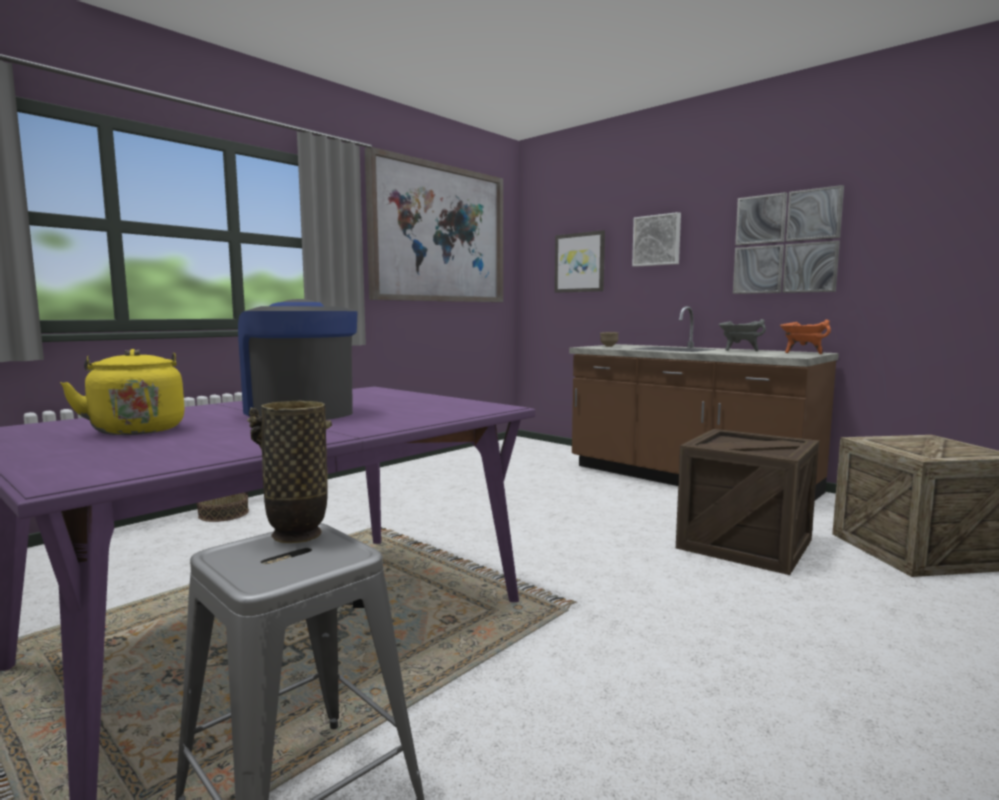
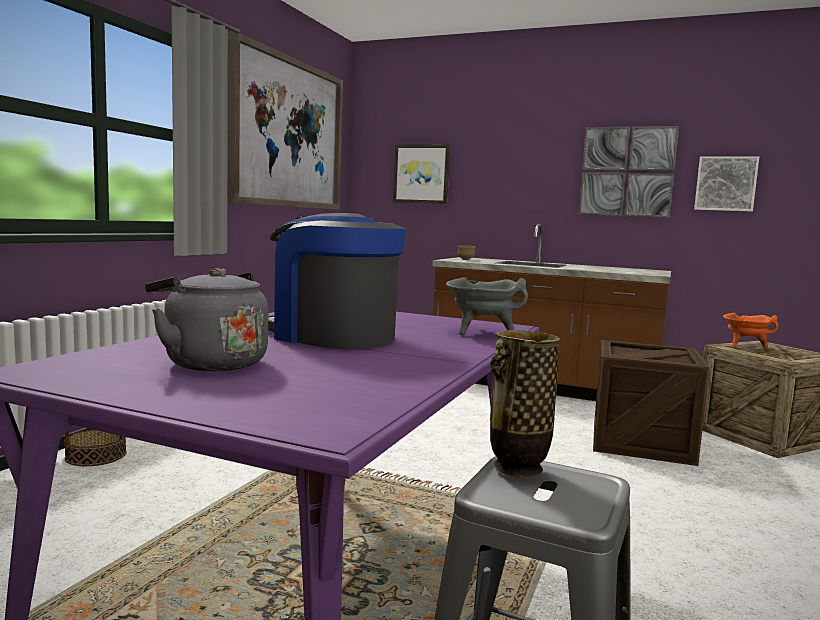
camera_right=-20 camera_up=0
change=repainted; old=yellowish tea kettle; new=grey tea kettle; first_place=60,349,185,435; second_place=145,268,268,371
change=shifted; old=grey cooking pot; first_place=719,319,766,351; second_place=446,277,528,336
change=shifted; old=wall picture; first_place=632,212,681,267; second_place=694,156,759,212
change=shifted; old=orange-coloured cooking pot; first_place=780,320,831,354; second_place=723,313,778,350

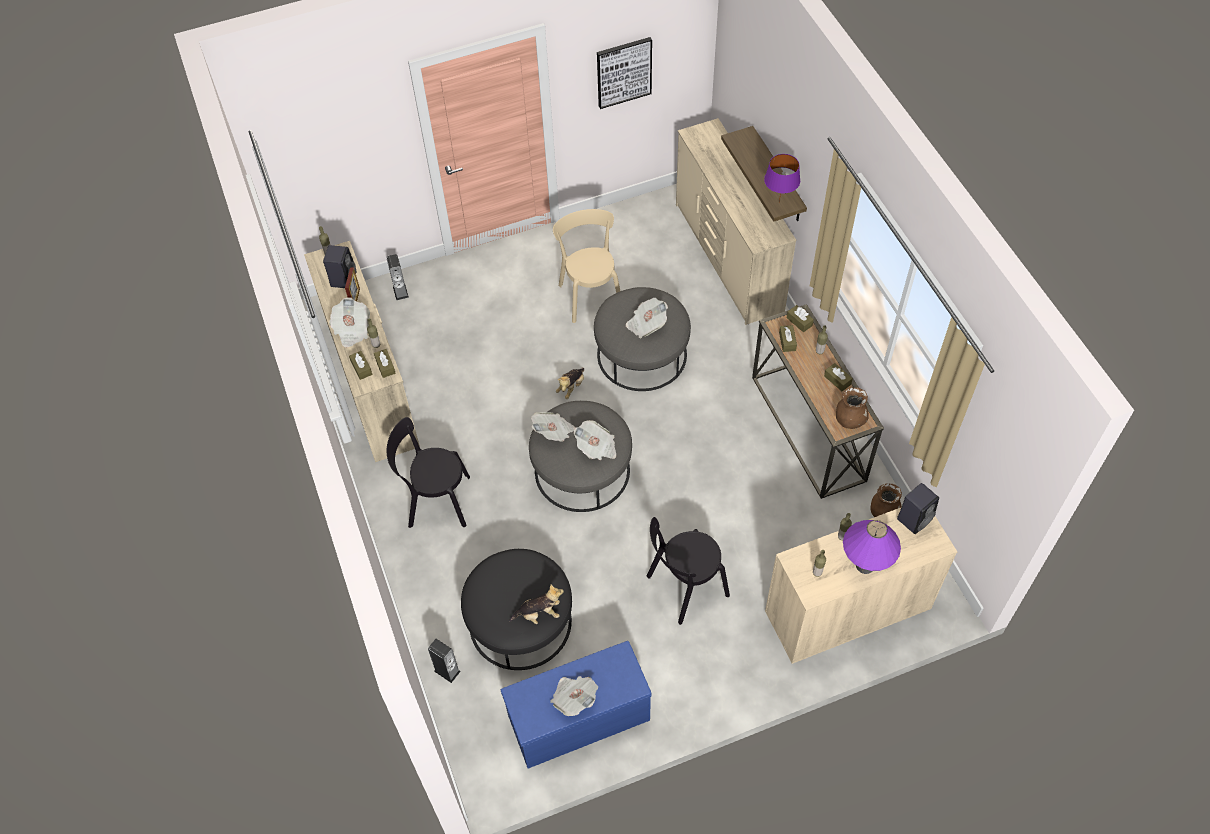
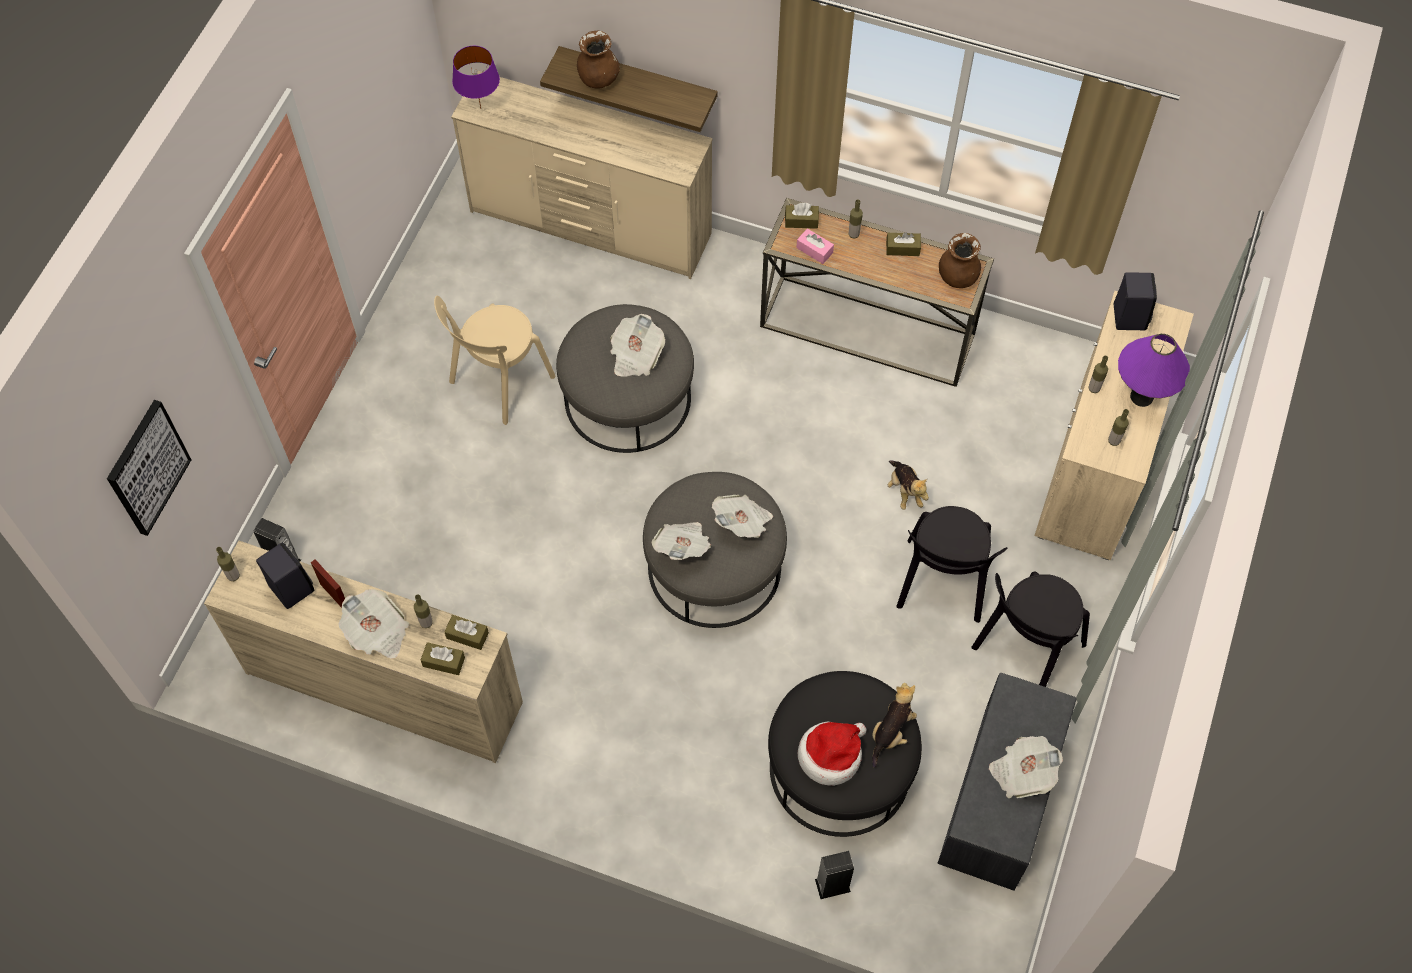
camera_right=-50 camera_up=5
change=shifted; old=wall picture; first_place=597,37,652,109; second_place=107,400,191,536
change=rotated; old=beige-coloured upright chair; first_place=553,209,620,323; second_place=434,296,555,425; degrees=-75
change=shifted; old=purple-coloured table lamp; first_place=764,154,800,203; second_place=452,46,500,109
change=shifted; old=brownish vase; first_place=870,483,902,517; second_place=577,31,620,89
change=repainted; old=brownish box of tissues; new=pink-coloured box of tissues; first_place=779,325,797,352; second_place=796,228,834,264
change=new; new=hat; second_place=798,722,867,786
change=shifted; old=soft toy; first_place=556,367,584,399; second_place=888,460,929,510
change=repainted; old=blue long seat; new=grey long seat; first_place=501,641,652,769; second_place=937,673,1077,891
change=shifted; old=black upright chair; first_place=387,417,470,528; second_place=971,571,1090,687

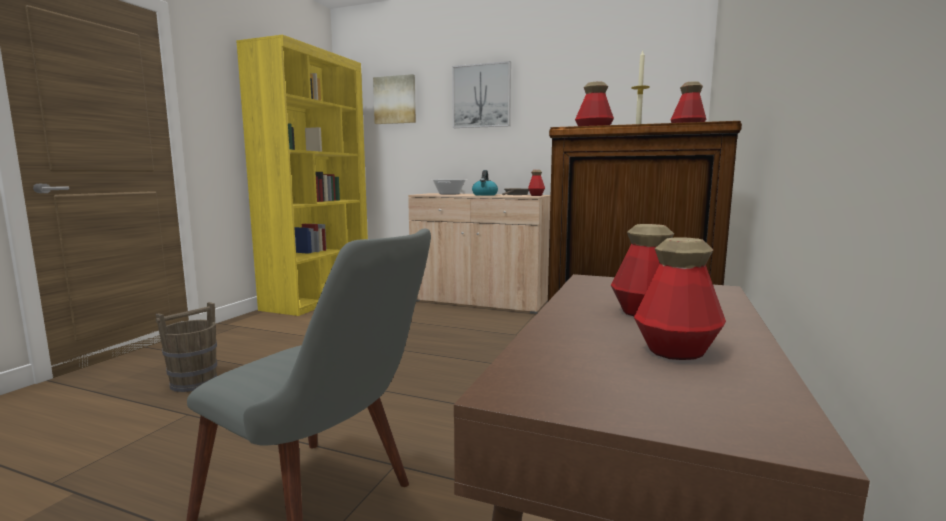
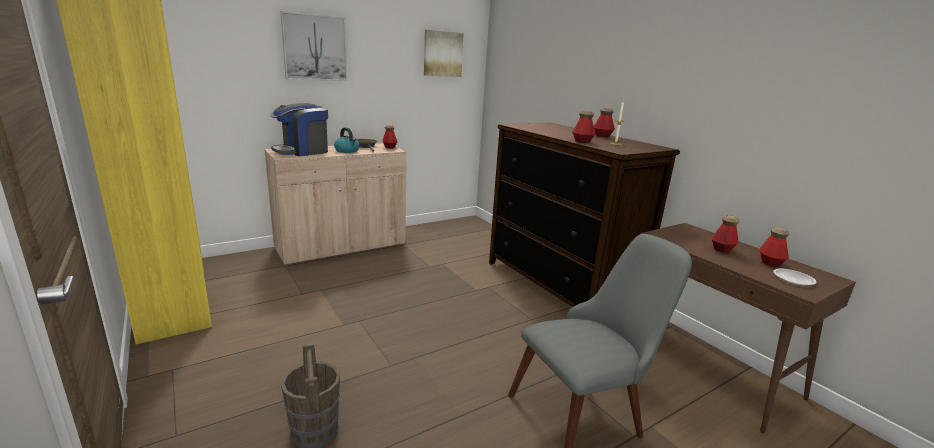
camera_right=-55 camera_up=10
change=swapped; old=cooking pot; new=coffee maker; first_place=431,179,468,195; second_place=270,103,328,156
change=shifted; old=wall picture; first_place=373,74,416,124; second_place=424,30,464,77
change=new; new=white-coloured plate; second_place=774,268,816,286

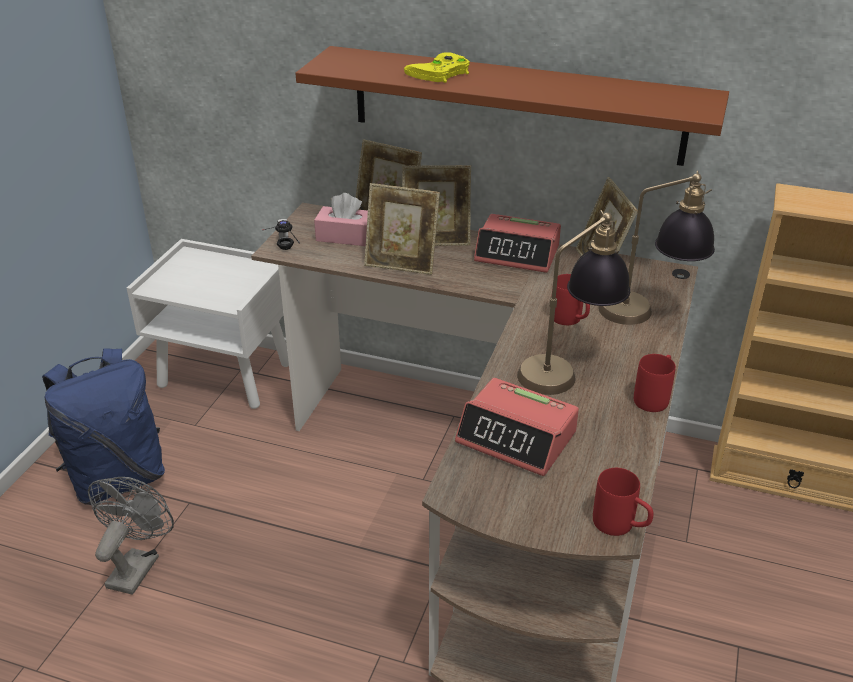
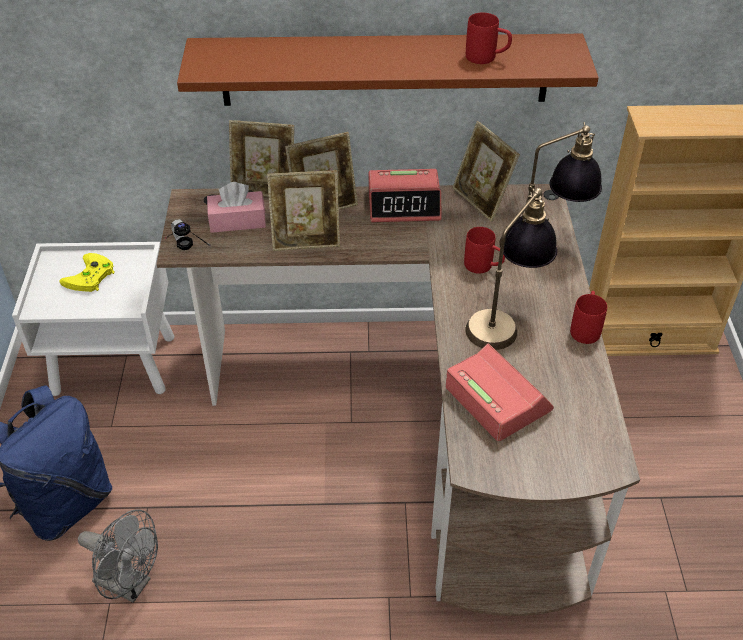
camera_right=-20 camera_up=10
change=shifted; old=yellowish joypad; first_place=404,52,470,83; second_place=59,253,115,292
change=rotated; old=grey cooling fan; first_place=88,477,174,595; second_place=78,510,158,603; degrees=120
change=rotated; old=alarm clock; first_place=455,378,579,476; second_place=446,343,554,441; degrees=-135
change=shifted; old=red-coloured tea mug; first_place=593,468,654,536; second_place=466,13,512,64

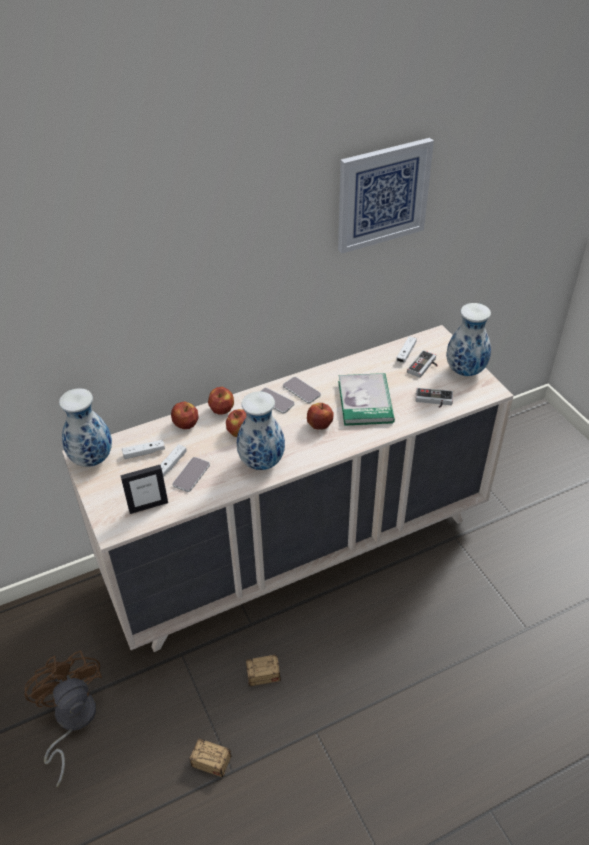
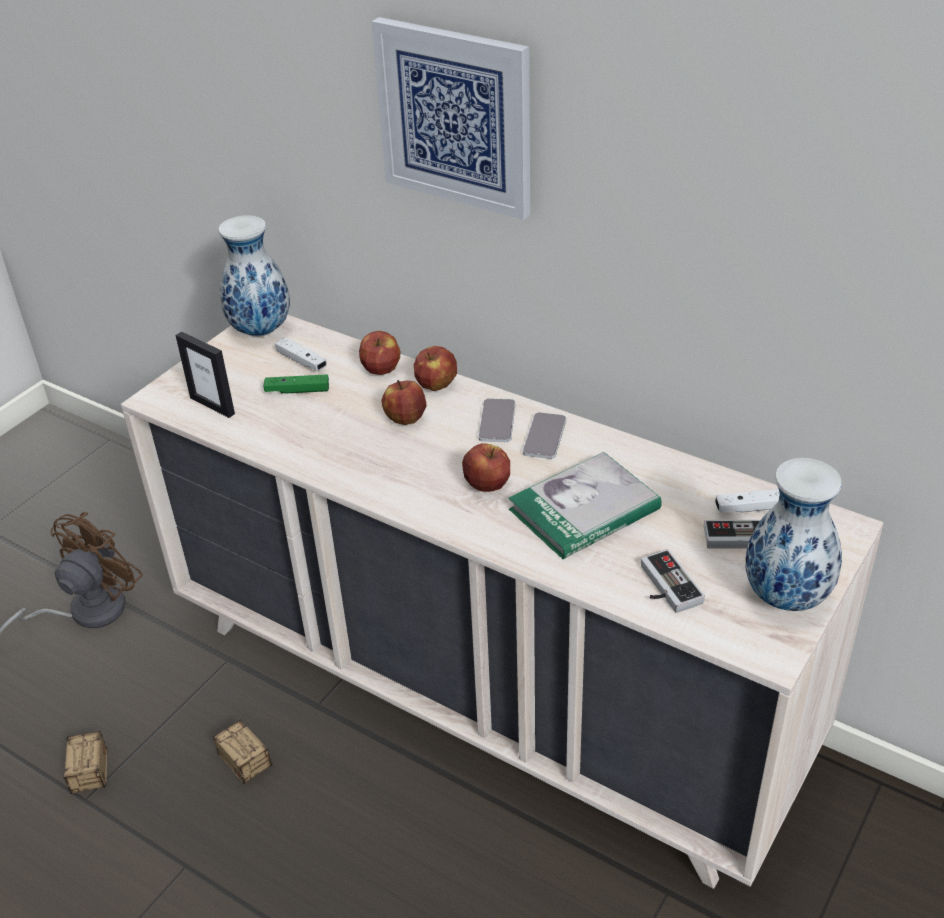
camera_right=60 camera_up=-5
change=repainted; old=white-coloured joypad; new=green joypad; first_place=160,444,187,477; second_place=263,374,329,393
change=shifted; old=wall picture; first_place=338,138,434,254; second_place=371,17,530,220
change=gone; old=handset; first_place=172,457,210,492
change=gone; old=vase; first_place=237,391,285,470

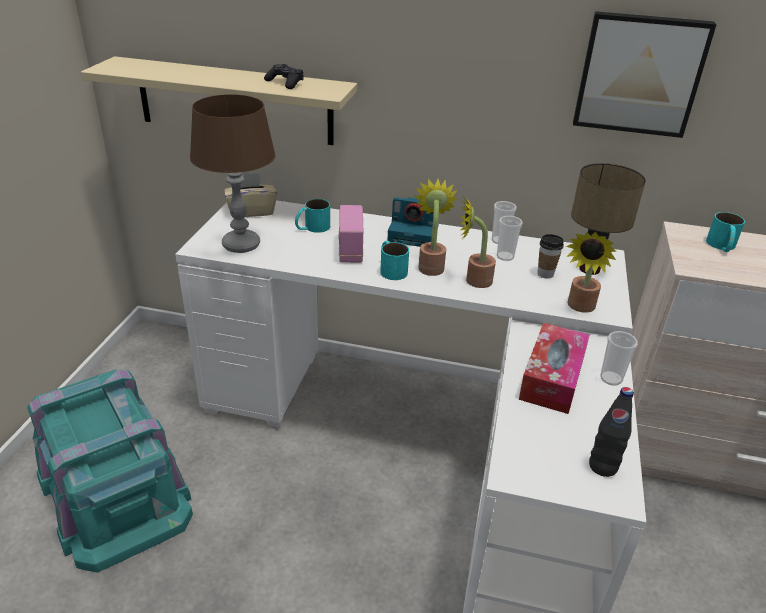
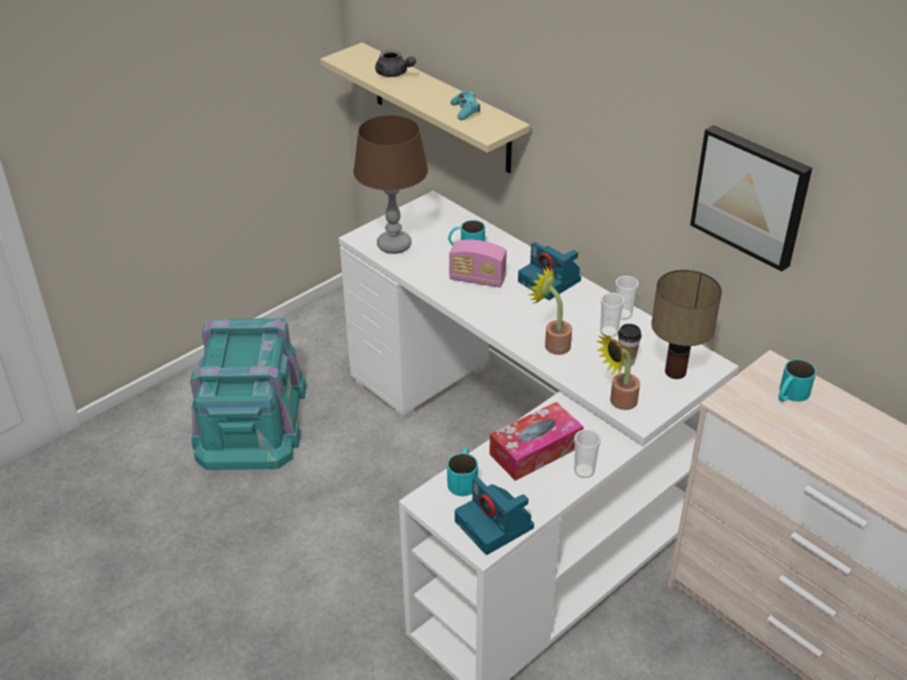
camera_right=35 camera_up=5
change=new; new=grey pot for tea; second_place=375,50,416,77
change=shifted; old=turquoise-coloured tea mug; first_place=380,241,409,280; second_place=447,448,478,496
change=rotated; old=radio receiver; first_place=339,205,363,263; second_place=449,240,507,288; degrees=-105
change=repainted; old=black joypad; new=turquoise-coloured joypad; first_place=264,64,304,89; second_place=450,91,480,120
change=swapped; old=black beverage bottle; new=photo camera; first_place=589,387,634,477; second_place=455,477,534,555
change=gone; old=beige-coloured box of tissues; first_place=224,173,277,217
change=gone; old=houseplant; first_place=413,179,458,276

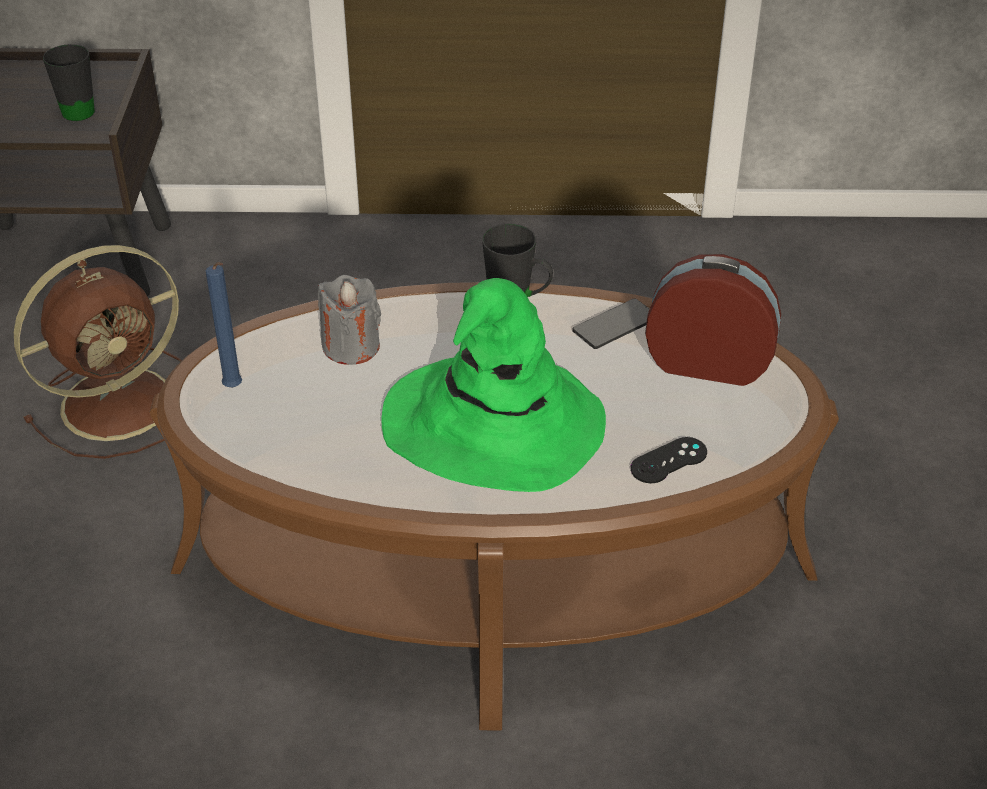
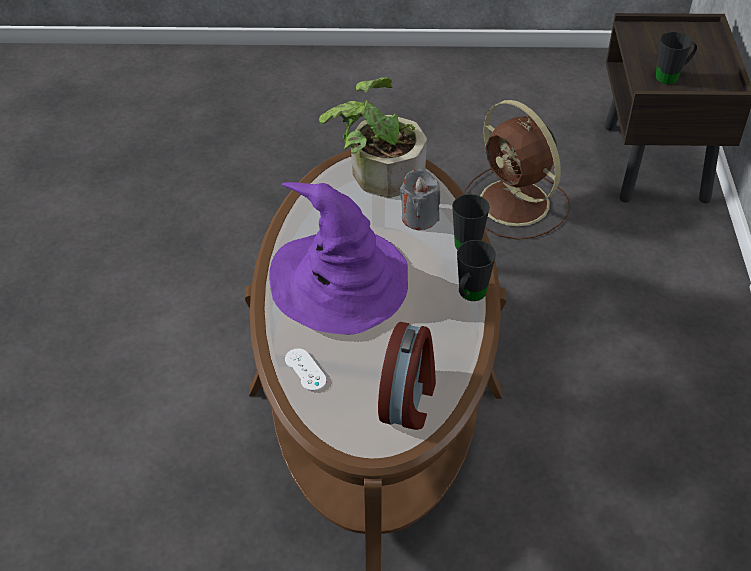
camera_right=90 camera_up=5
change=repainted; old=green hat; new=purple-coloured hat; first_place=381,278,606,492; second_place=269,182,408,335
change=repainted; old=black joypad; new=white-coloured joypad; first_place=631,437,707,483; second_place=285,348,327,391
change=swapped; old=blue candle; new=houseplant; first_place=206,262,242,387; second_place=319,77,427,198
change=new; new=black tea mug; second_place=452,194,490,250
change=gone; old=handset; first_place=572,298,649,349

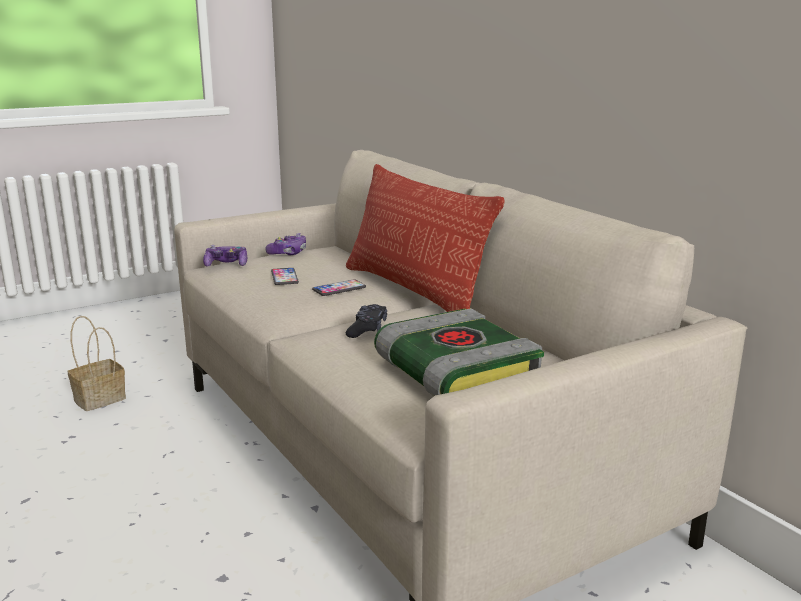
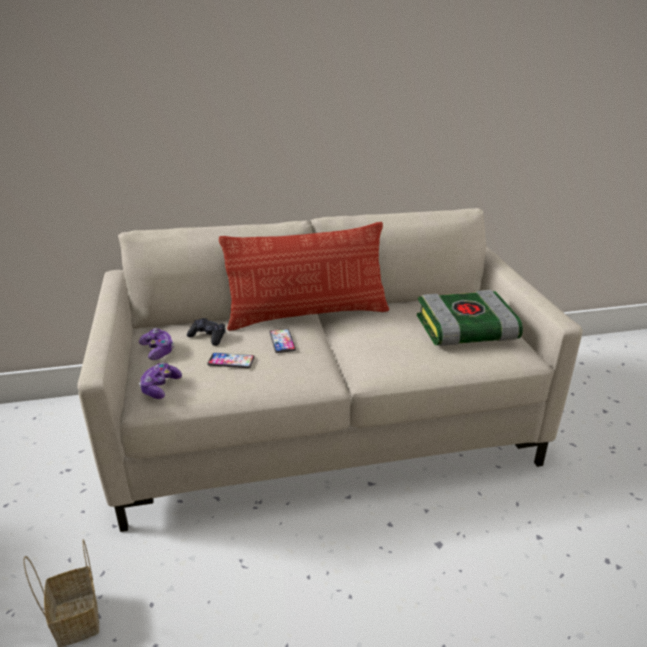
camera_right=-70 camera_up=10
change=shifted; old=black joypad; first_place=346,304,387,338; second_place=187,318,226,346

